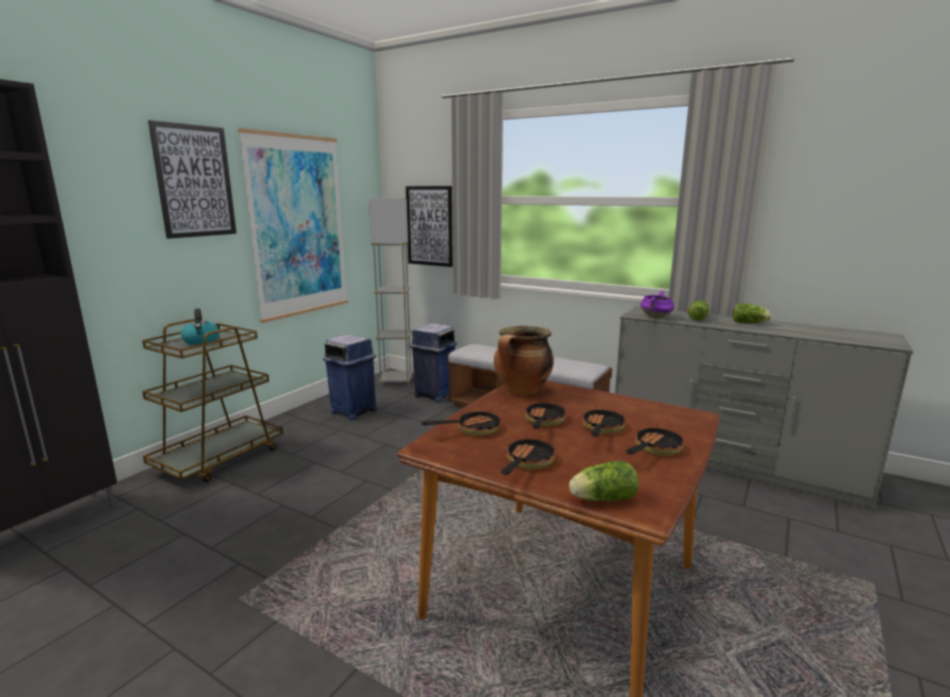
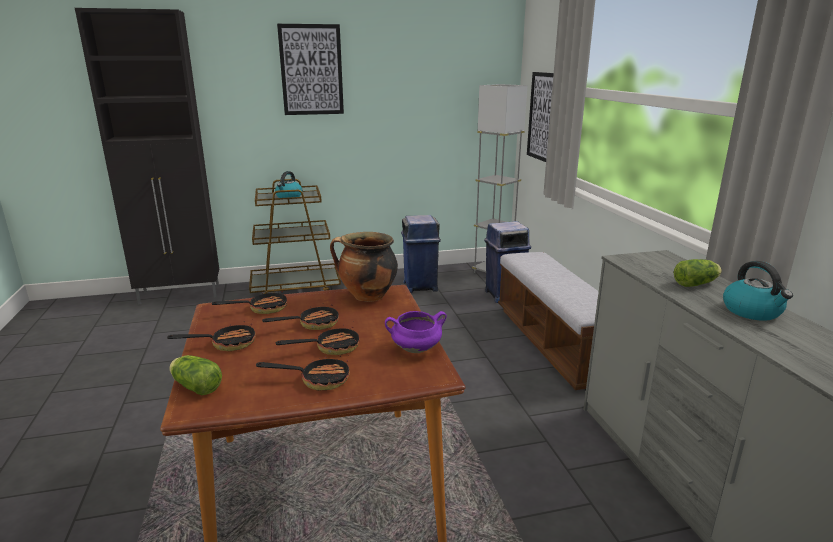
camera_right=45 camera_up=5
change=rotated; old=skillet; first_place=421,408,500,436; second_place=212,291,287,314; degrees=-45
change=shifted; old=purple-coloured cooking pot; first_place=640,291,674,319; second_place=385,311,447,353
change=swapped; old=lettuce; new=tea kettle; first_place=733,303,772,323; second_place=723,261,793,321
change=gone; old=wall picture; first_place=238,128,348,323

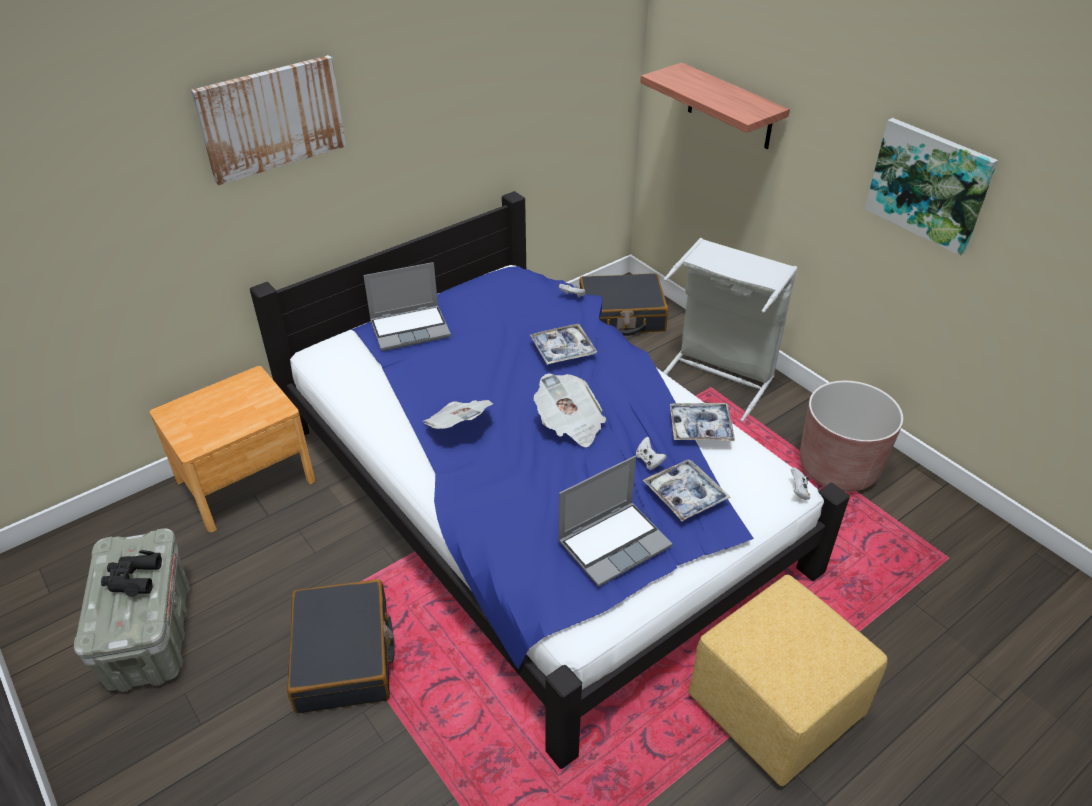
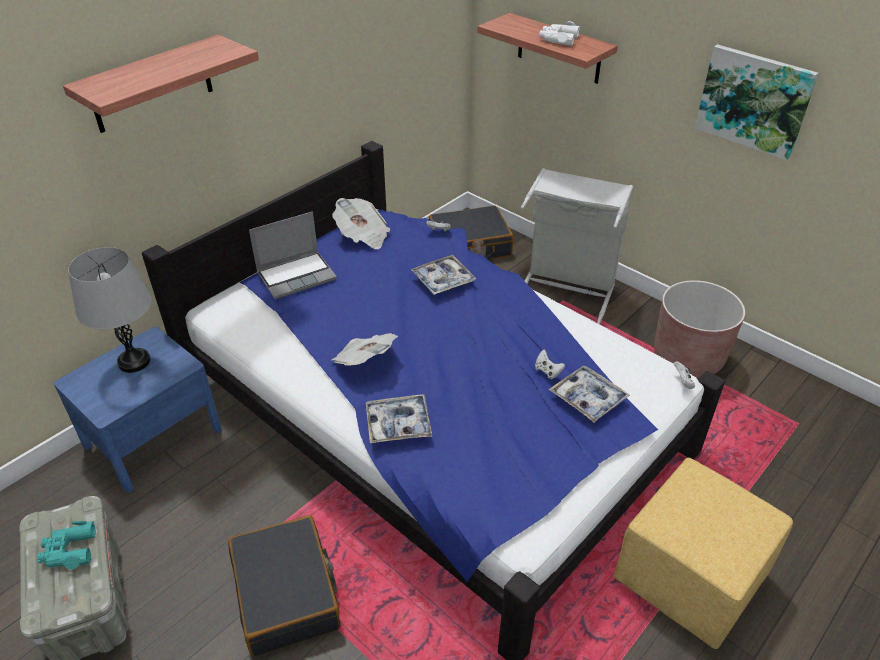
camera_right=-10 camera_up=0
change=repainted; old=black field glasses; new=turquoise-coloured field glasses; first_place=101,550,162,597; second_place=37,521,96,570
change=repainted; old=brownish night table; new=blue night table; first_place=150,366,315,532; second_place=54,327,222,493
change=swapped; old=wall picture; new=wall shelf; first_place=191,55,346,185; second_place=63,35,259,133
change=new; new=grey table lamp; second_place=68,247,151,373
change=shifted; old=printed paper; first_place=534,373,606,447; second_place=332,198,390,249
change=shifted; old=tray; first_place=670,403,735,441; second_place=366,394,432,443
change=new; new=white-coloured field glasses; second_place=539,21,580,46
change=gone; old=portable computer; first_place=558,456,673,587

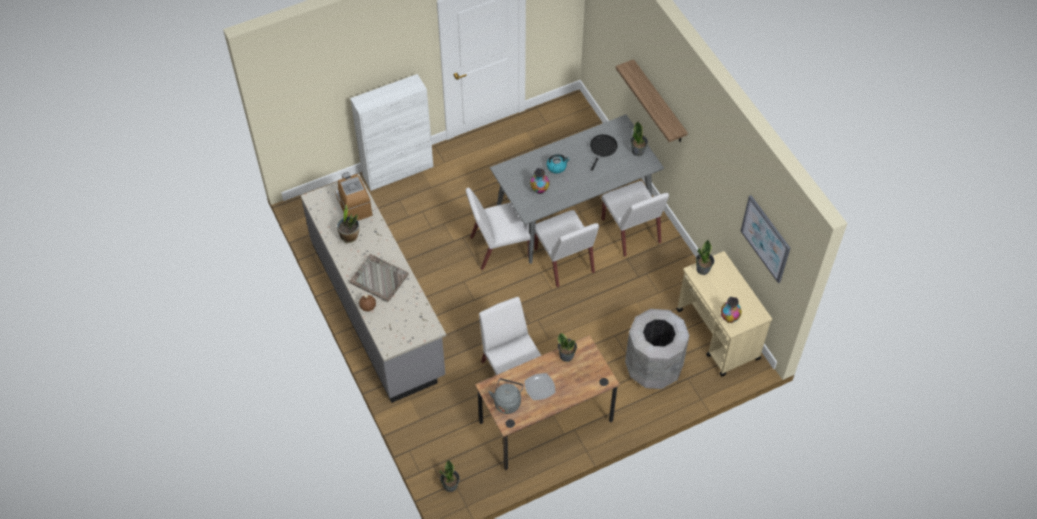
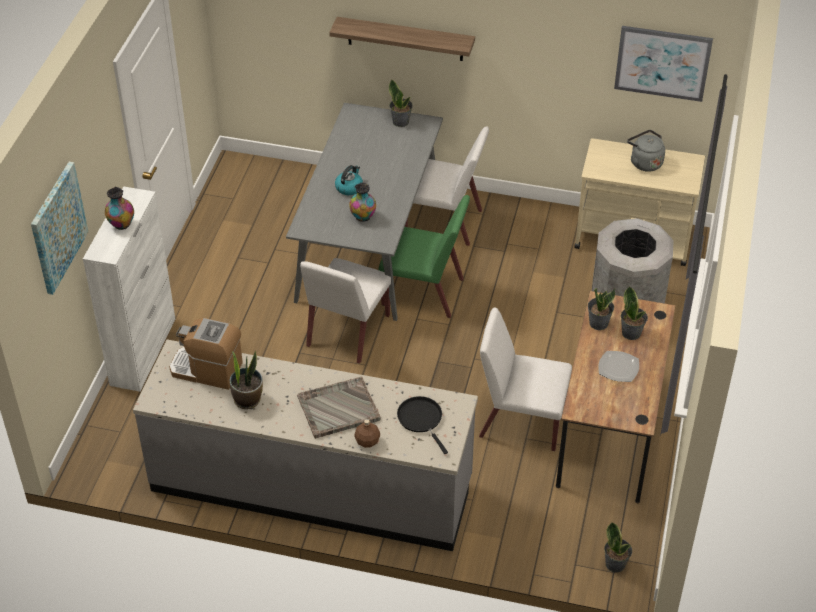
camera_right=-50 camera_up=-10
change=new; new=wall picture; second_place=31,162,88,295
change=shifted; old=vase; first_place=721,297,742,323; second_place=105,187,134,230
change=repainted; old=white-coloured upright chair; new=green upright chair; first_place=534,210,599,287; second_place=378,195,470,318
change=shifted; old=black skillet; first_place=590,134,618,171; second_place=397,396,448,454
change=shifted; old=houseplant; first_place=696,240,715,275; second_place=621,286,648,340
change=shifted; old=grey tea kettle; first_place=489,378,524,414; second_place=627,130,665,172

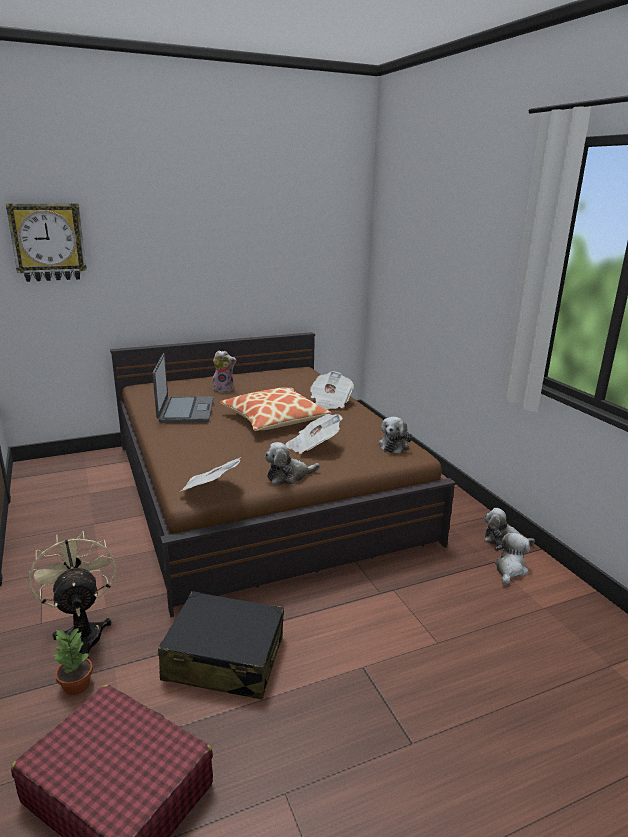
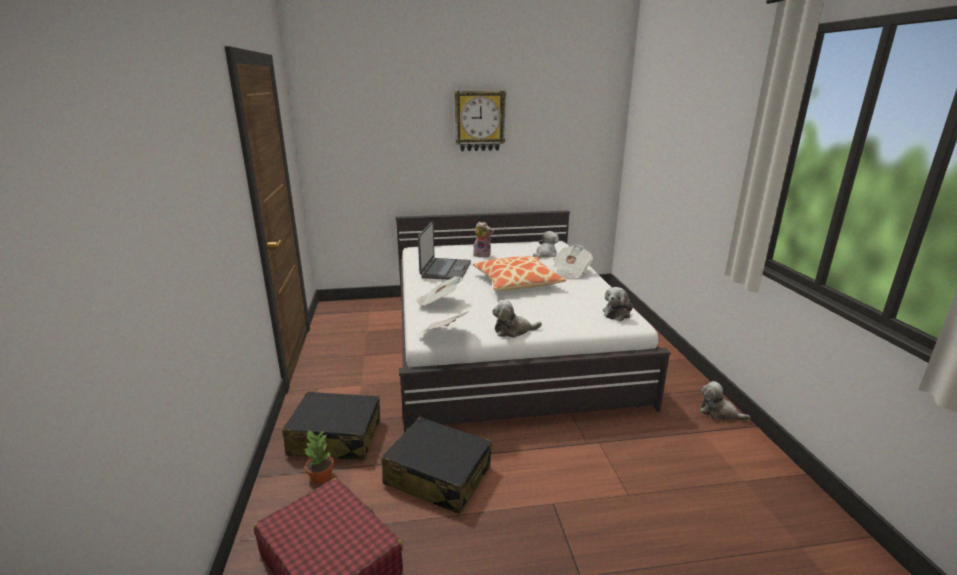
camera_right=15 camera_up=0
change=swapped; old=beige-coloured cooling fan; new=black piece of luggage; first_place=29,531,116,659; second_place=282,391,380,460
change=repainted; old=brownish bed; new=white-coloured bed; first_place=110,332,456,617; second_place=396,211,671,433
change=shifted; old=printed paper; first_place=285,414,343,454; second_place=416,276,462,307
change=shifted; old=hanging clock; first_place=6,203,87,282; second_place=455,91,506,151
change=shifted; old=soft toy; first_place=495,533,530,585; second_place=533,231,559,258

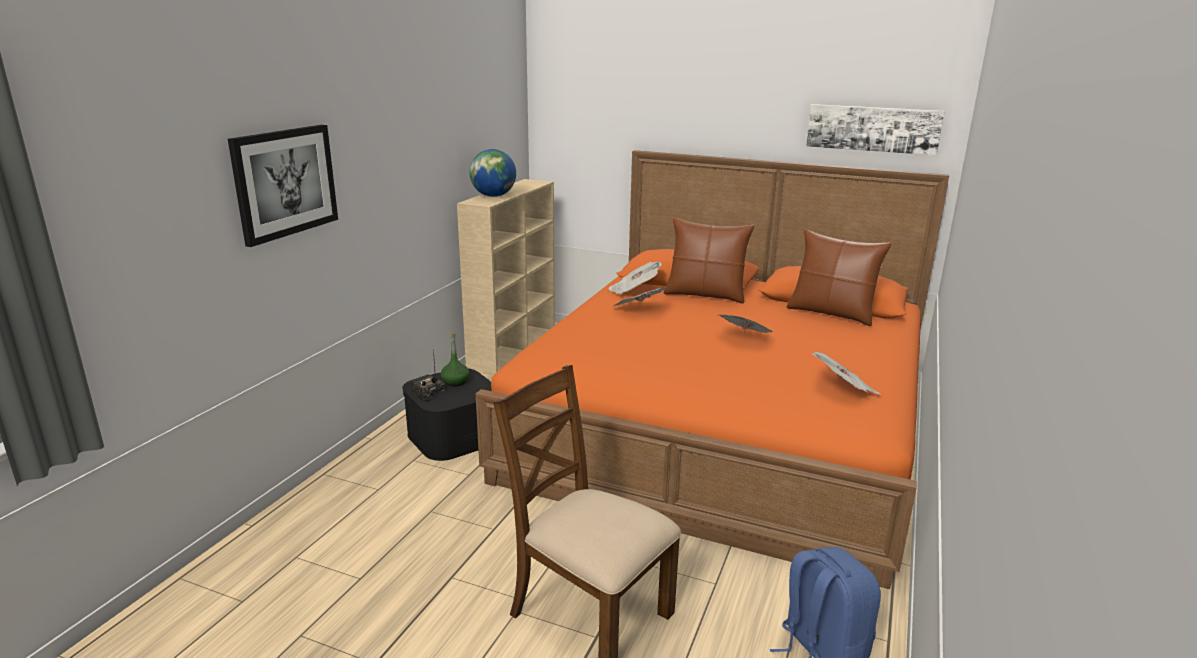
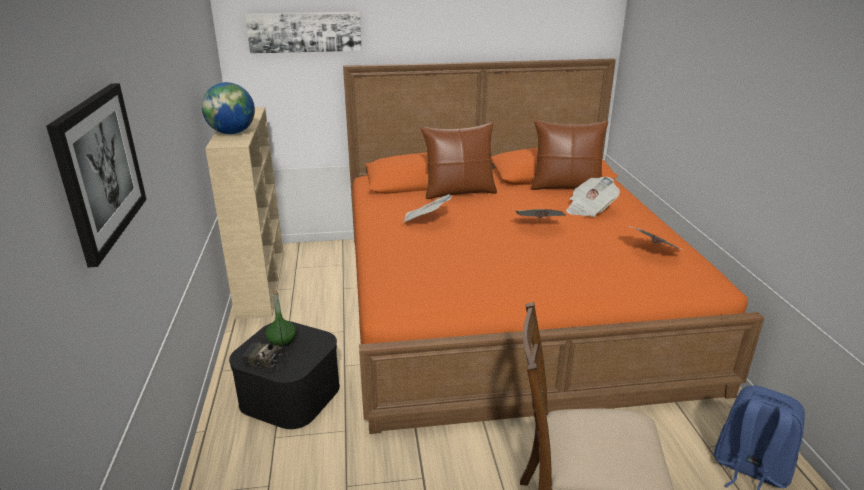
camera_right=-30 camera_up=5
change=shifted; old=wall picture; first_place=806,104,945,156; second_place=245,12,362,54
change=shifted; old=printed paper; first_place=608,262,662,295; second_place=566,177,620,217

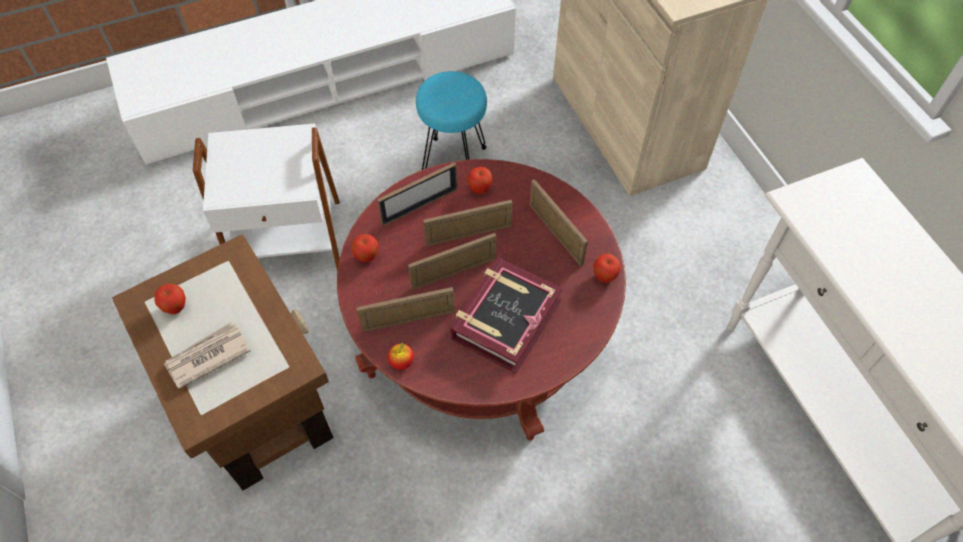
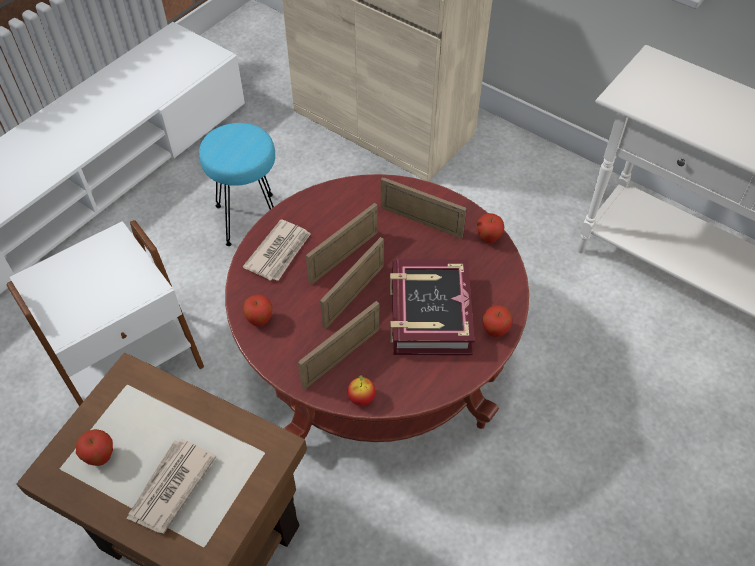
camera_right=-30 camera_up=-5
change=swapped; old=standing frame; new=printed paper; first_place=377,162,458,226; second_place=243,219,311,281
change=shifted; old=whole apple; first_place=467,167,493,194; second_place=483,305,512,337

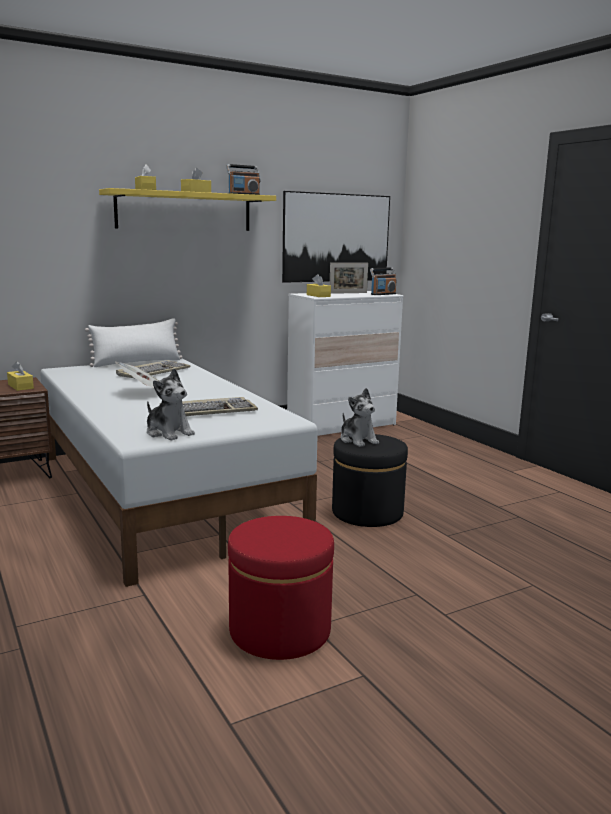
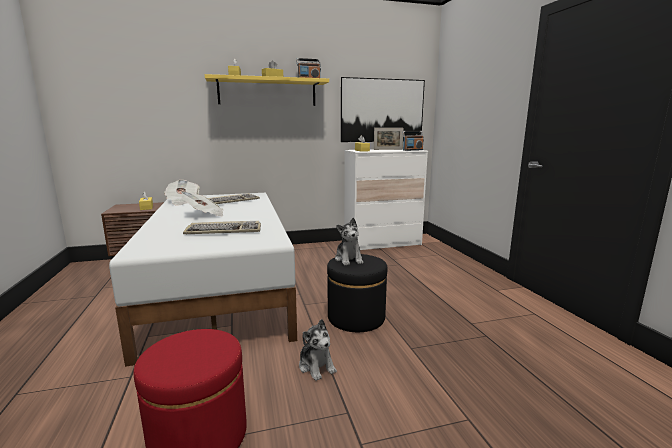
camera_right=15 camera_up=0
change=new; new=printed paper; second_place=164,180,200,205
change=shifted; old=soft toy; first_place=147,368,195,441; second_place=299,319,337,381
change=gone; old=white-coloured cushion; first_place=85,318,183,367

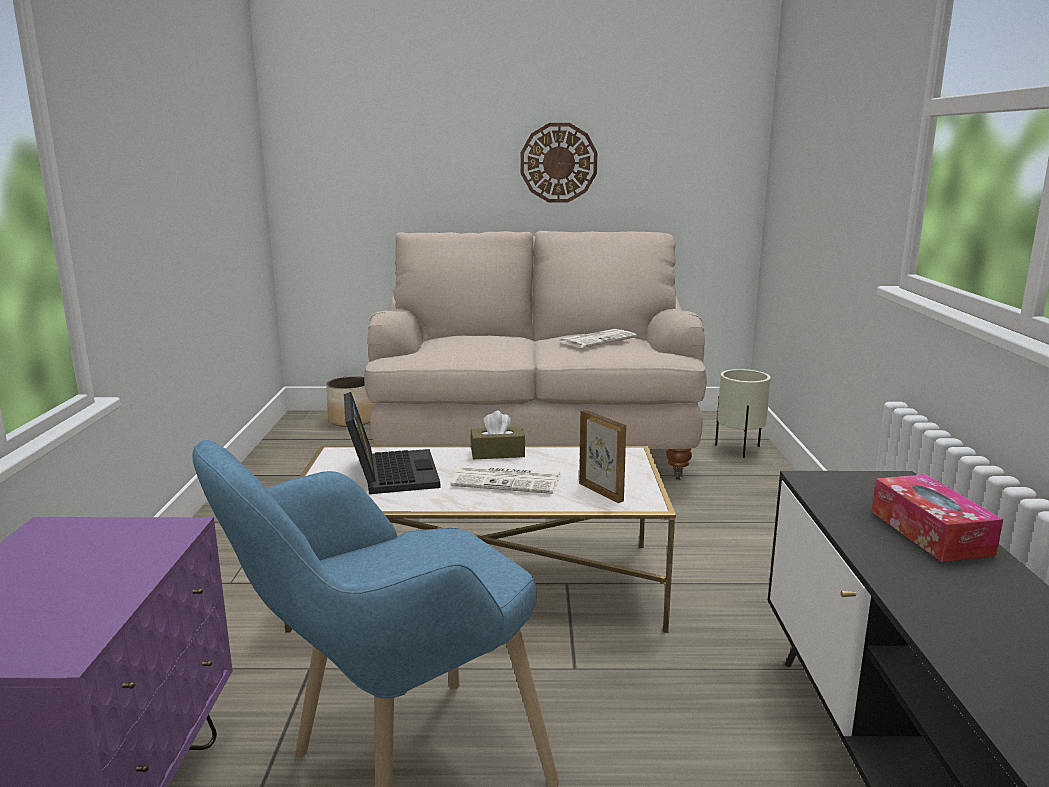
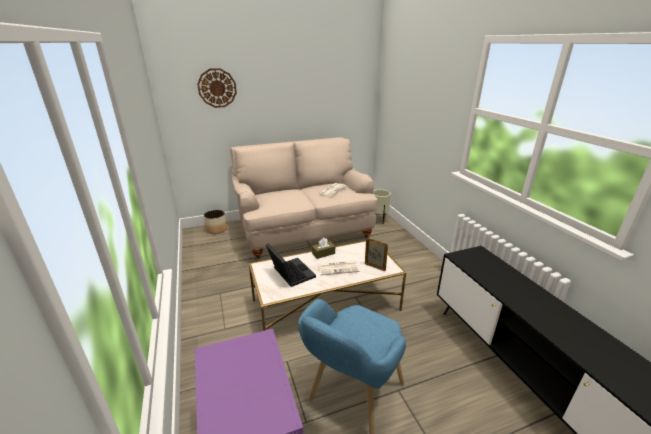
camera_right=-20 camera_up=10
change=shifted; old=hanging clock; first_place=521,123,598,202; second_place=197,68,237,108
change=gone; old=box of tissues; first_place=872,474,1003,562

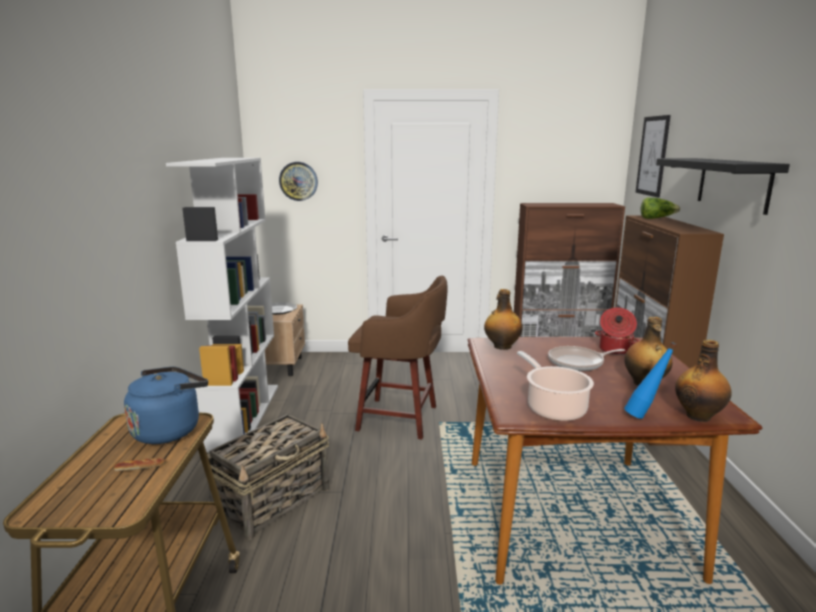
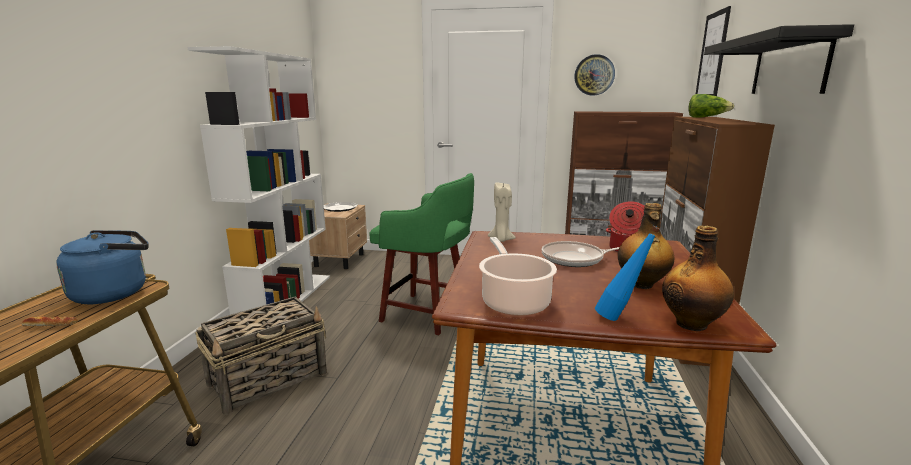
camera_right=10 camera_up=0
change=repainted; old=brownish sitting stool; new=green sitting stool; first_place=348,276,448,440; second_place=369,173,474,335
change=swapped; old=beverage bottle; new=beige-coloured candle; first_place=484,289,523,350; second_place=488,182,516,242
change=shifted; old=hanging clock; first_place=279,162,318,201; second_place=574,54,615,95

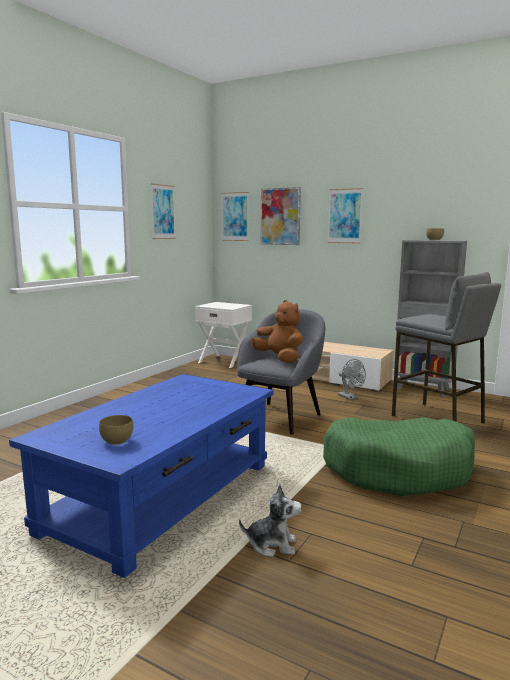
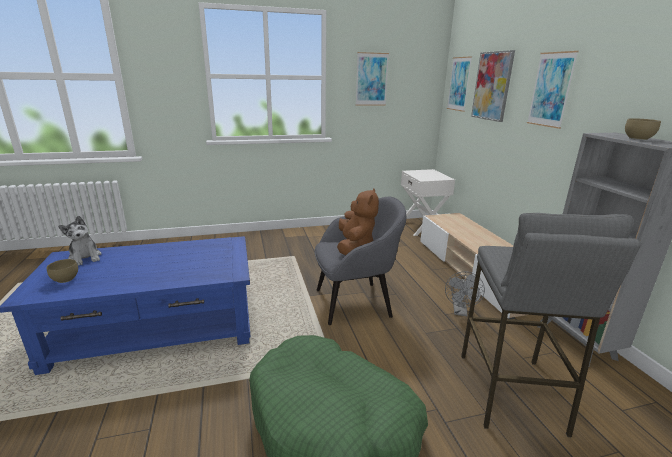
camera_right=45 camera_up=10
change=shifted; old=soft toy; first_place=239,484,302,557; second_place=58,216,102,265

